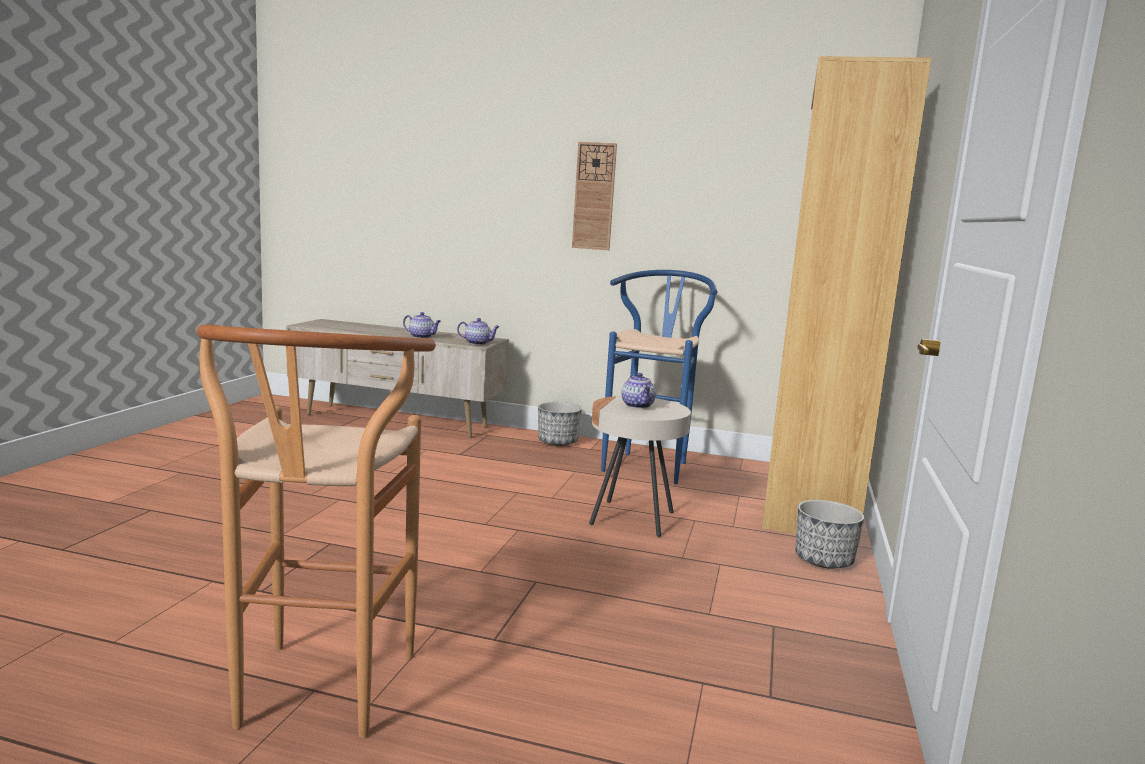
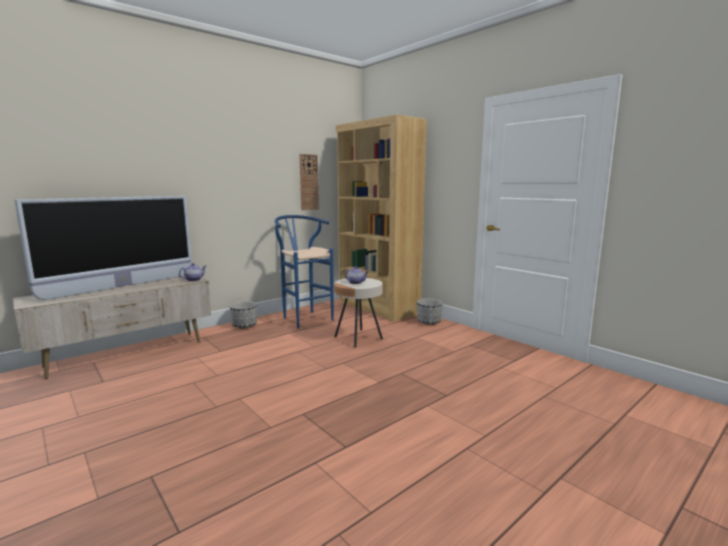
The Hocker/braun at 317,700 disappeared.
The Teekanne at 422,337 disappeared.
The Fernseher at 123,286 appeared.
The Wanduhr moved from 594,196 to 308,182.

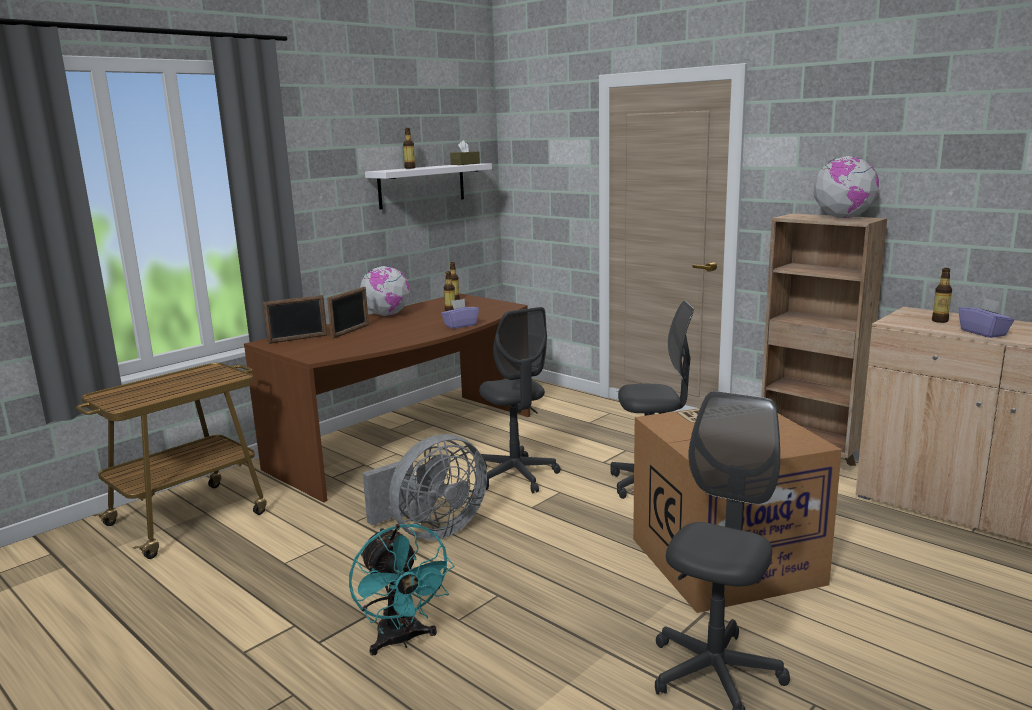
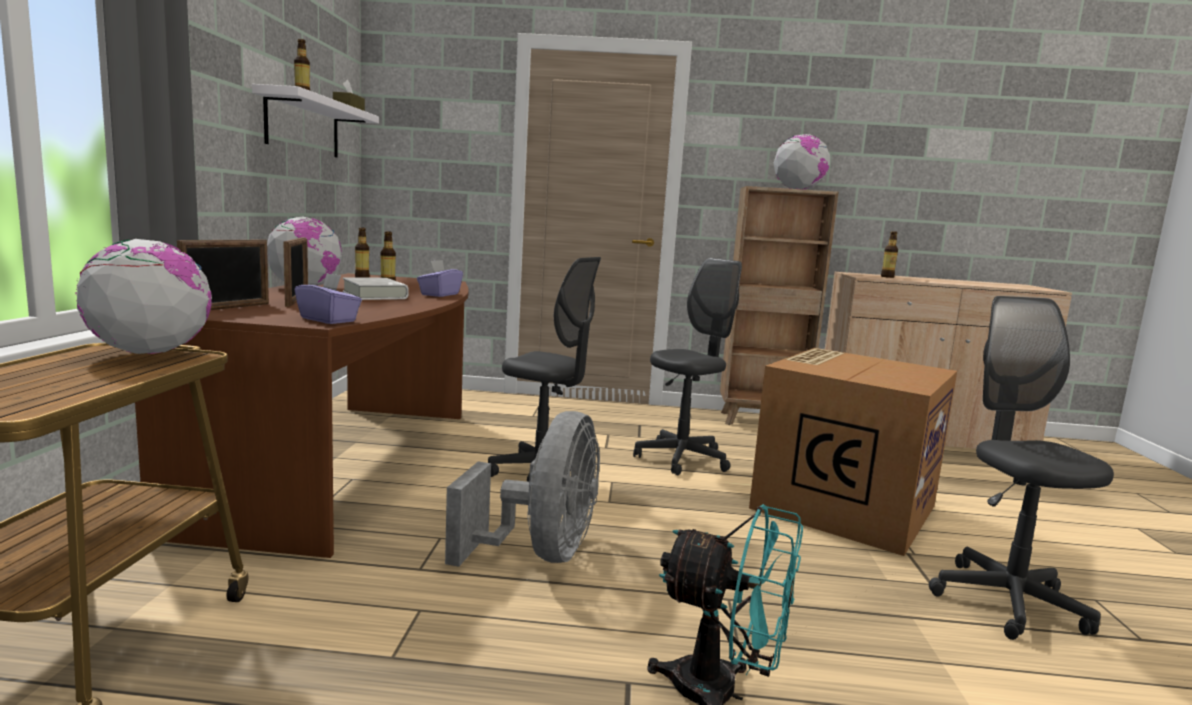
The Globus at 149,352 appeared.
The Buch/weiß at 375,295 appeared.
The Taschentuchbox/lila moved from 983,333 to 329,320.

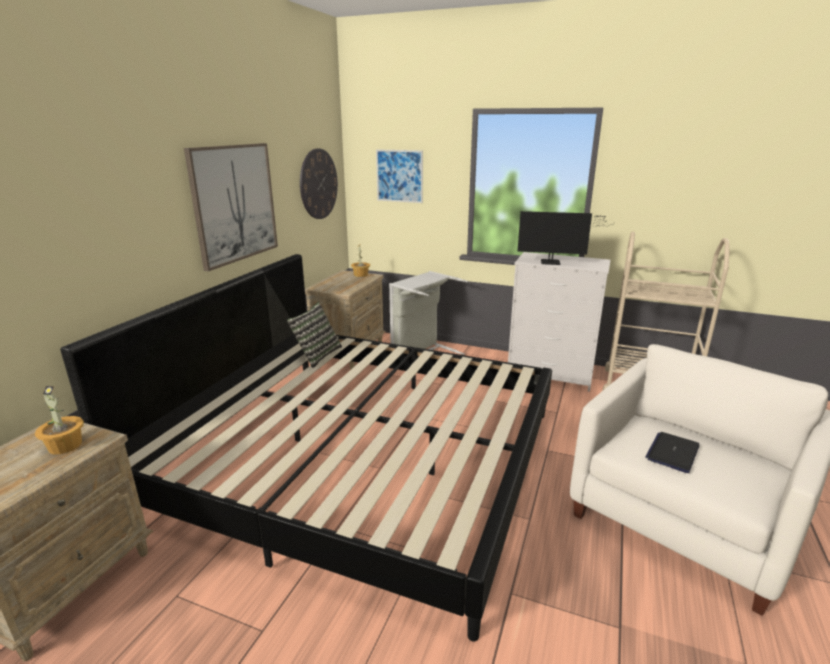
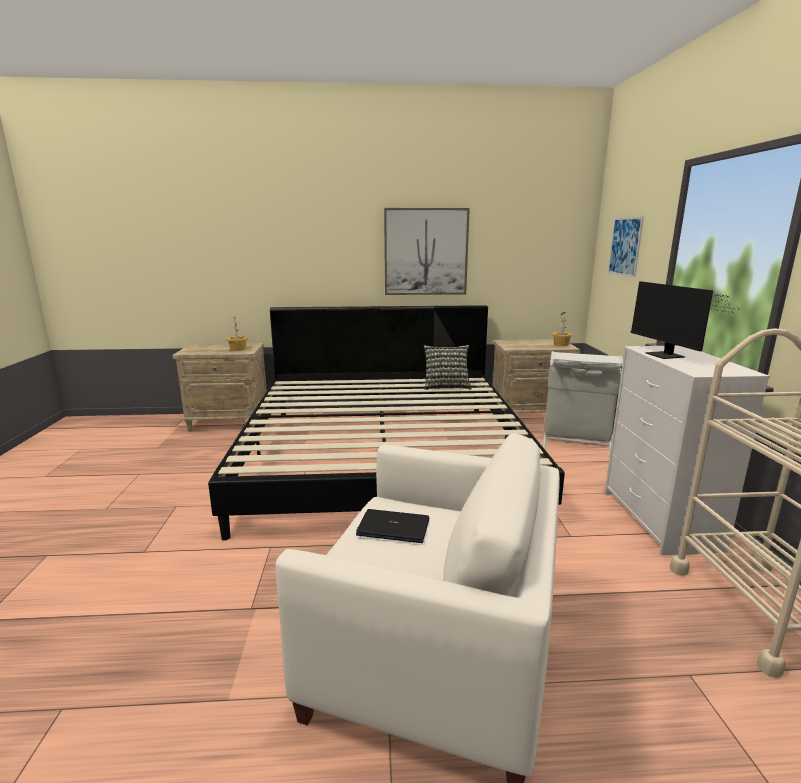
The Wanduhr at 318,184 disappeared.

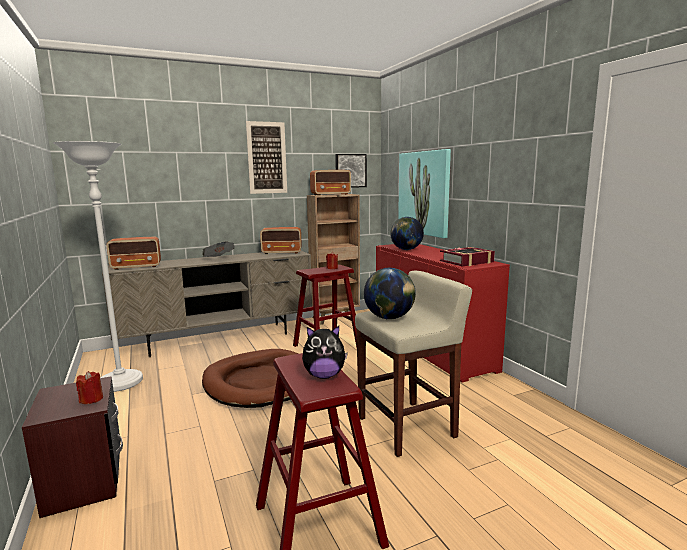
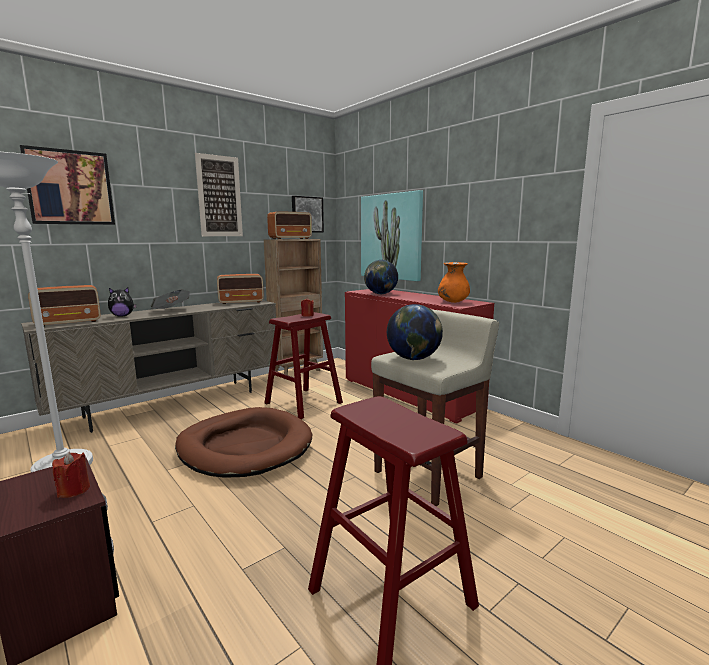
The Bild at 70,187 appeared.
The Plüschtier moved from 324,375 to 122,316.
The Buch at 467,262 was replaced by the Vase/orange at 453,302.

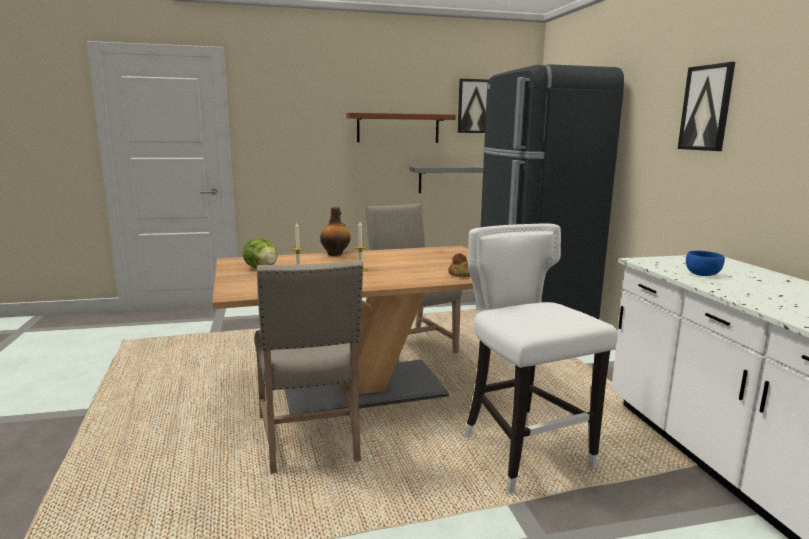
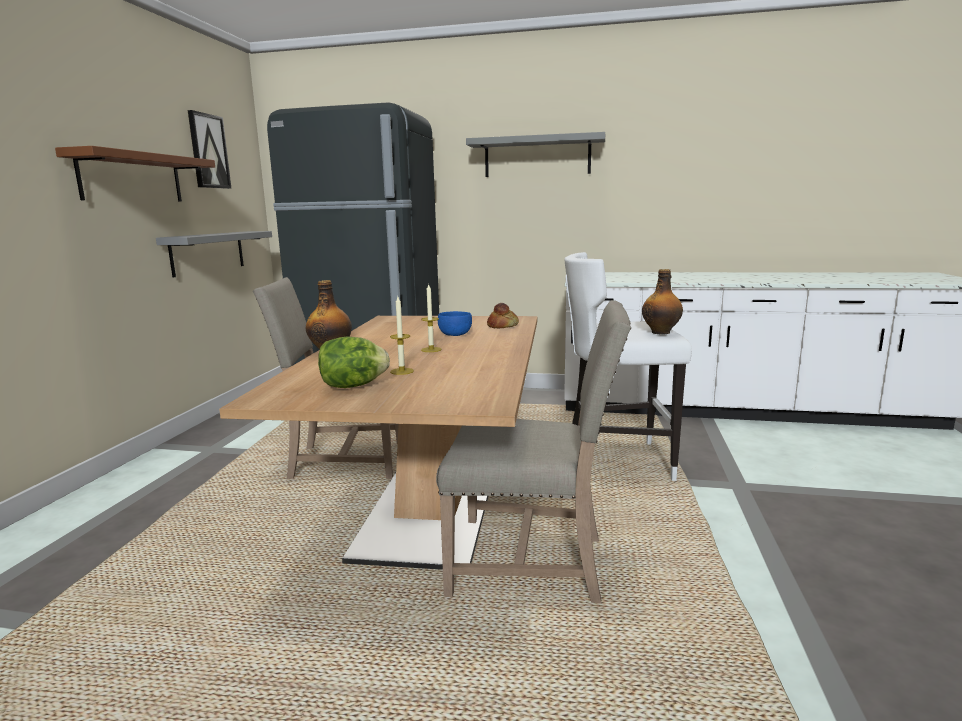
The Flasche at 661,332 appeared.
The Schüssel/blau moved from 702,274 to 454,334.
The Bild at 706,108 was replaced by the Wandregal/grau at 537,157.

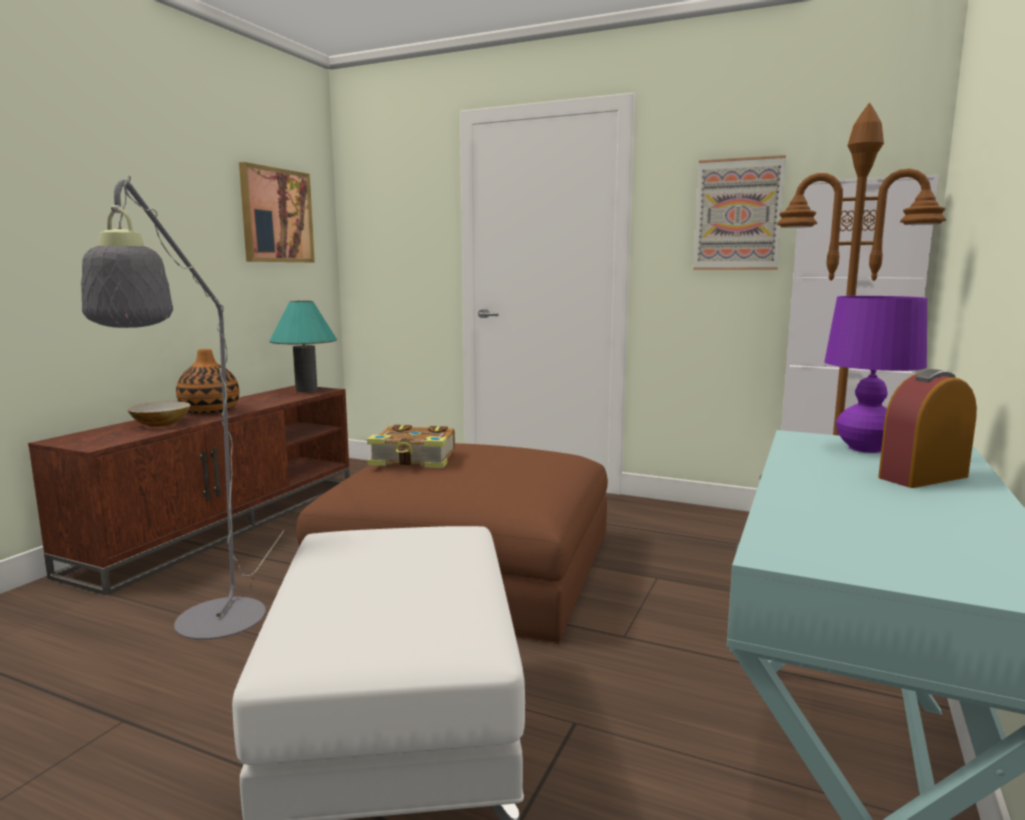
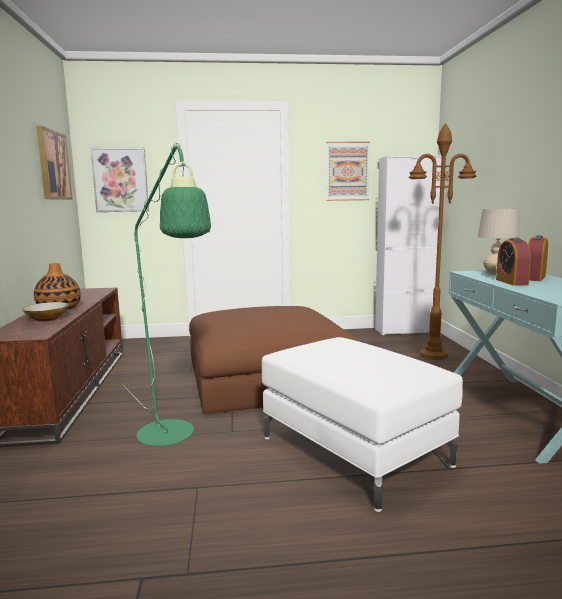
The Tischlampe/türkis at 306,390 disappeared.
The Buch at 414,460 disappeared.
The Bild at 120,180 appeared.
The Wecker at 511,282 appeared.
The Stehlampe/grau at 213,629 became the Stehlampe/grün at 171,438.
The Tischlampe/lila at 864,448 became the Tischlampe/beige at 495,273.

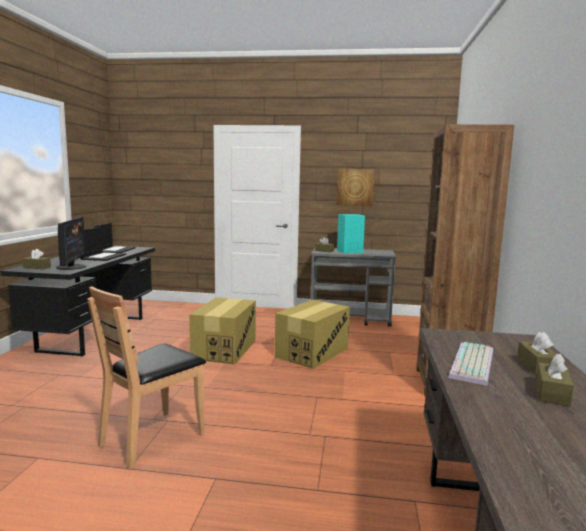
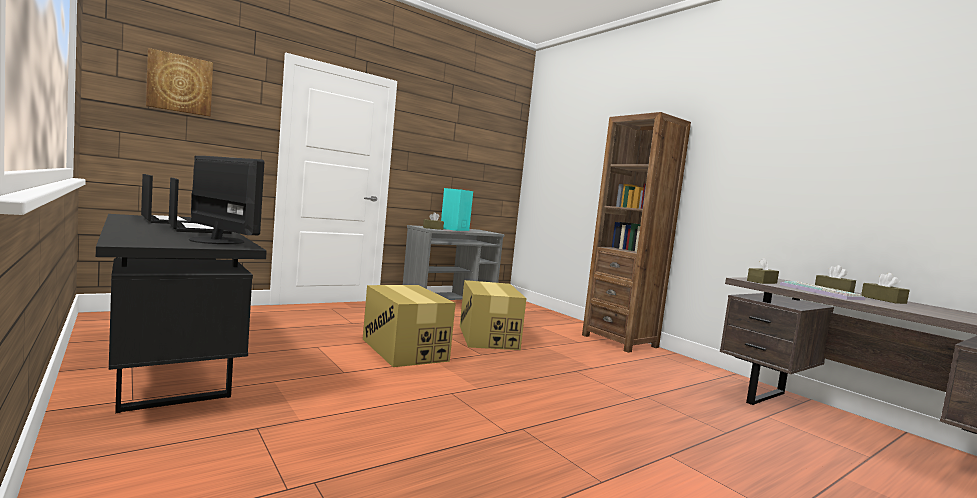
The Stuhl/braun at 152,438 disappeared.
The Taschentuchbox/braun moved from 37,267 to 762,282.
The Bild moved from 355,187 to 180,84.

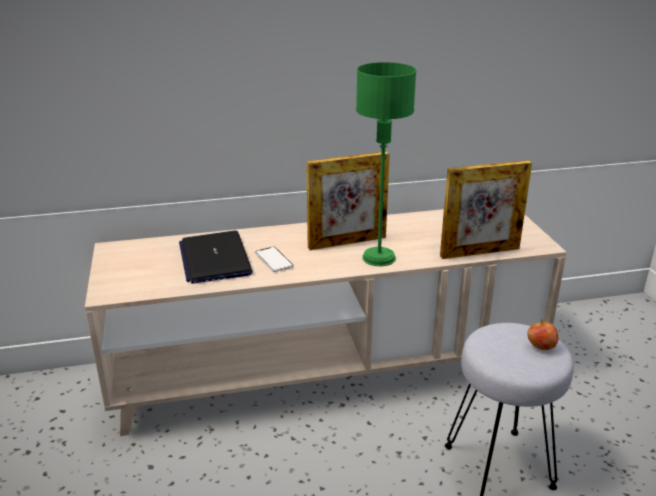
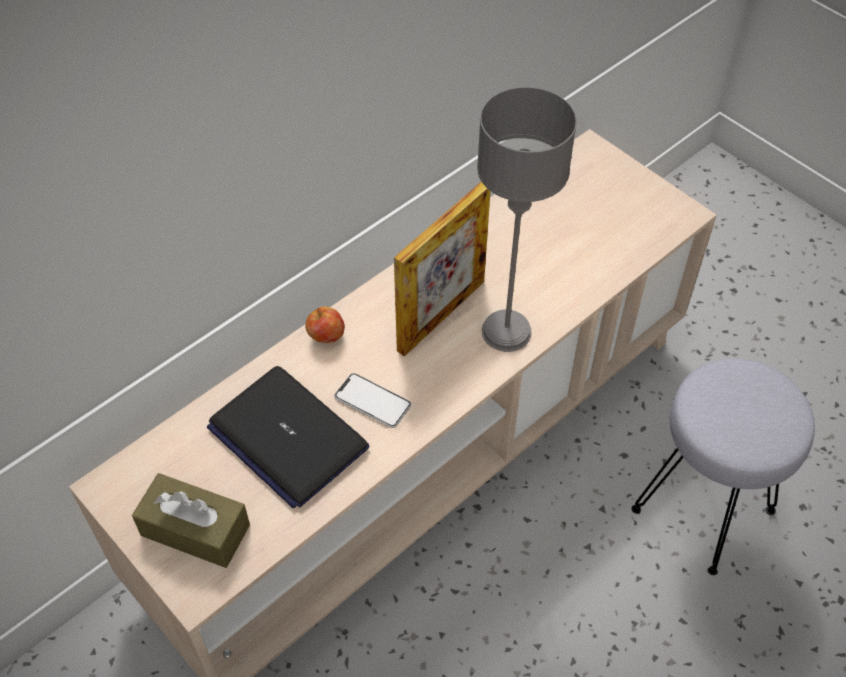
The Bilderrahmen at 480,252 disappeared.
The Taschentuchbox/braun at 195,530 appeared.
The Apfel moved from 540,347 to 326,336.
The Tischlampe/grün at 378,257 became the Tischlampe/grau at 505,331.

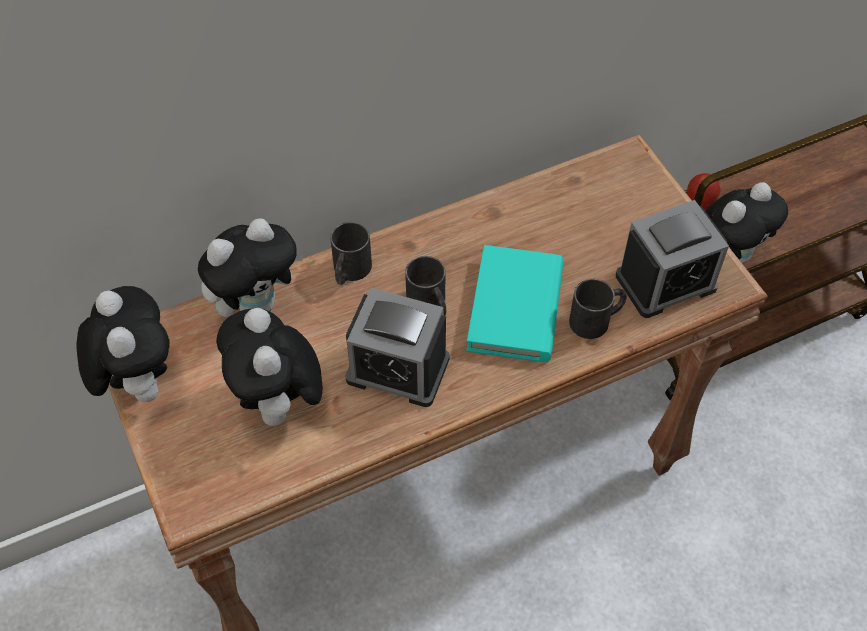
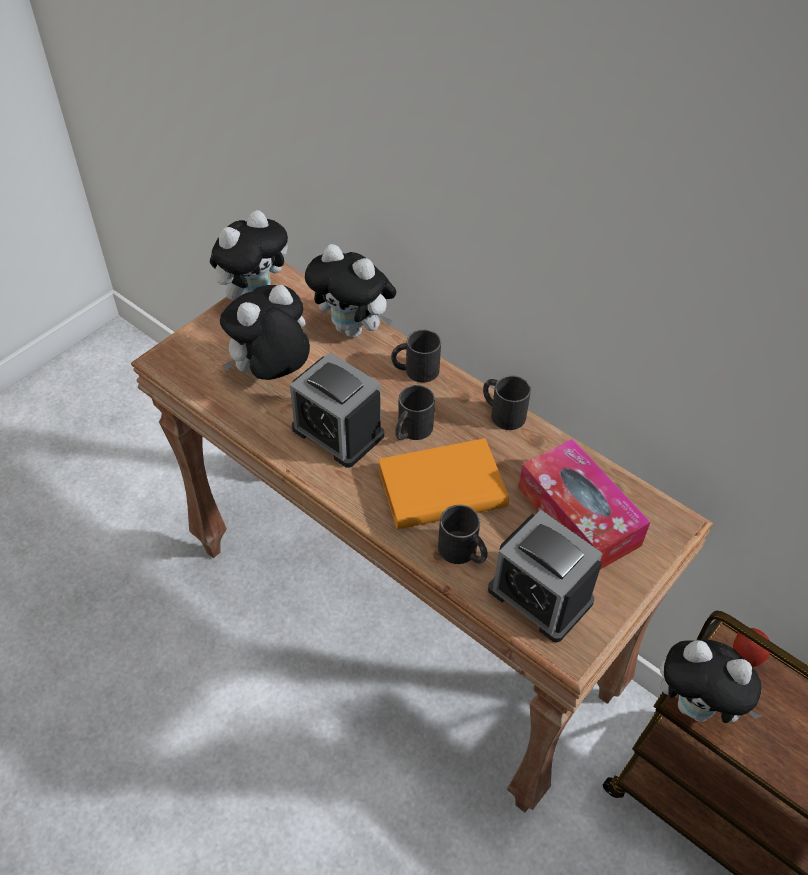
The Henkelbecher/schwarz at 502,413 appeared.
The Taschentuchbox at 578,516 appeared.
The Buch/türkis at 515,308 became the Buch/orange at 442,489.
The Wecker at 397,369 turned 45 degrees counterclockwise.

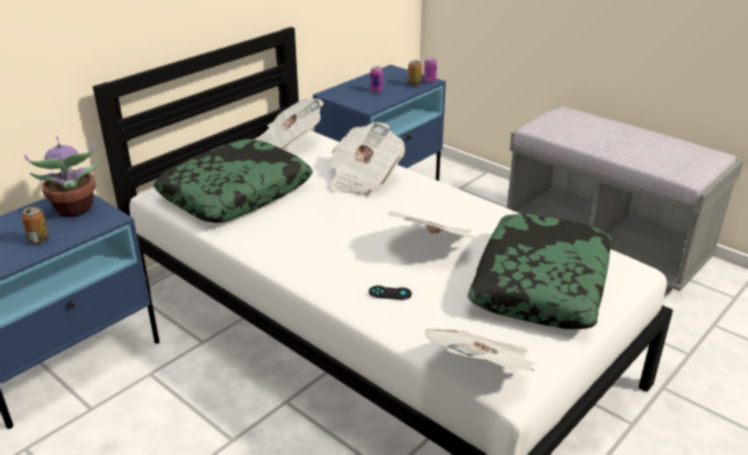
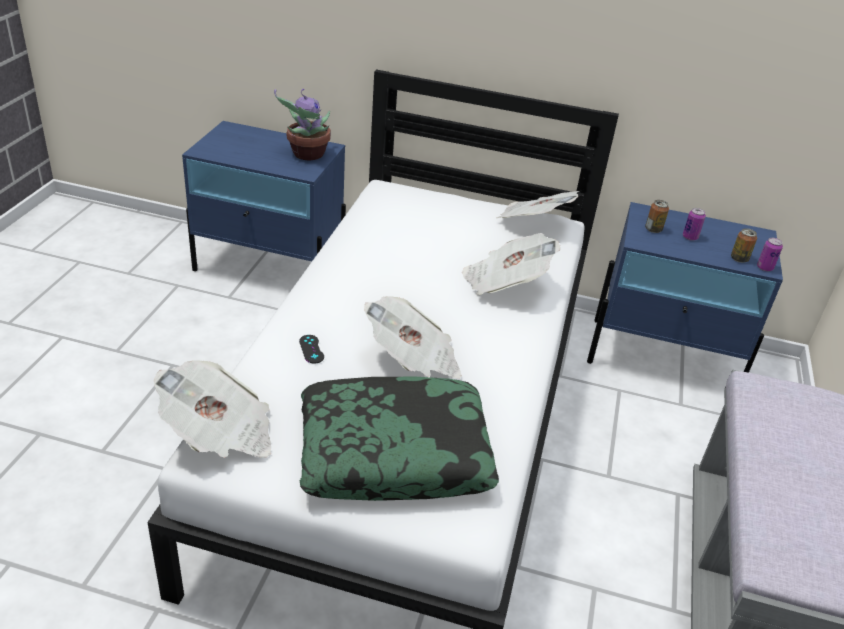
The Kissen at 236,193 disappeared.
The Dose moved from 39,240 to 653,229.

